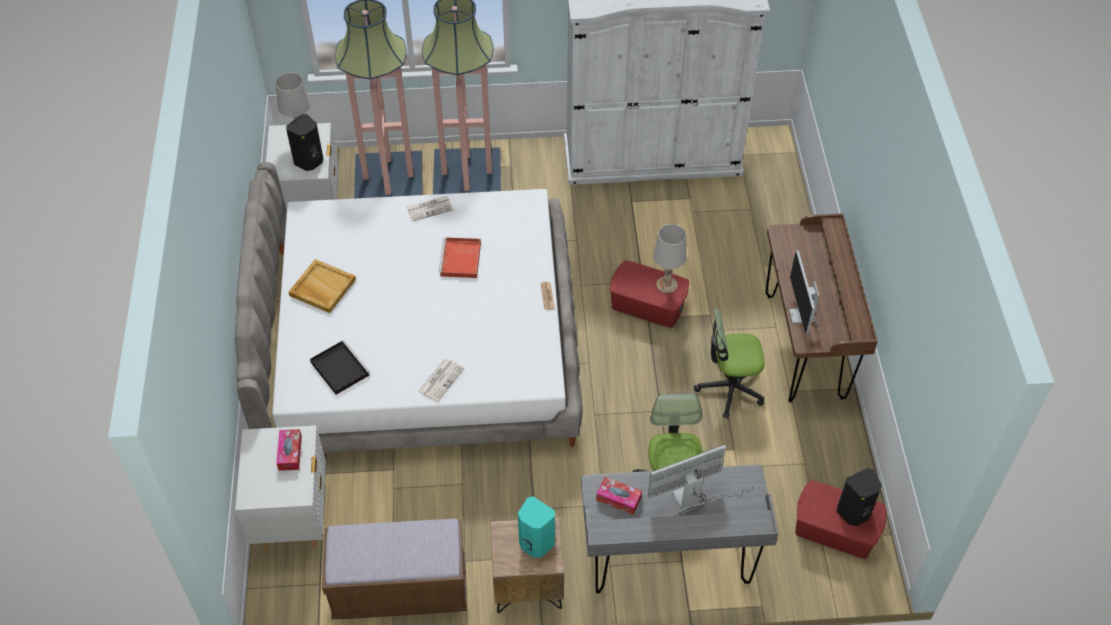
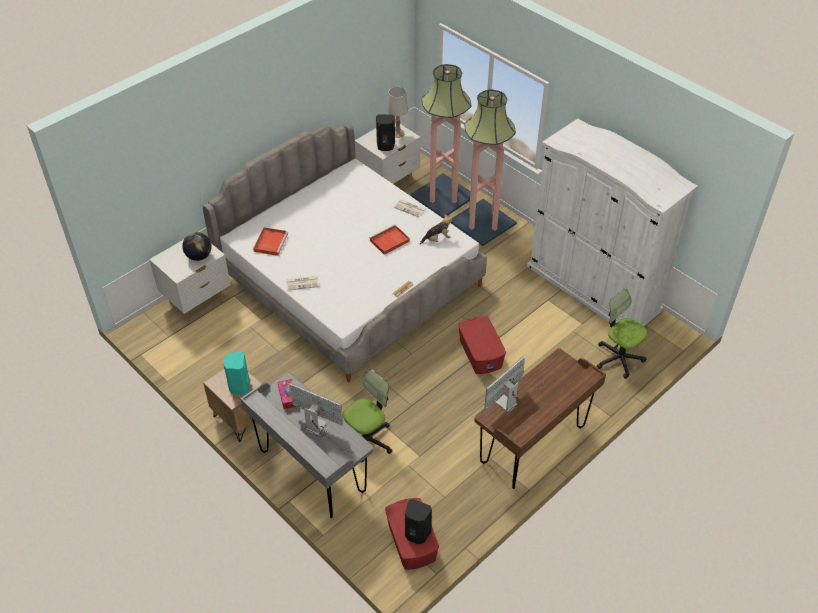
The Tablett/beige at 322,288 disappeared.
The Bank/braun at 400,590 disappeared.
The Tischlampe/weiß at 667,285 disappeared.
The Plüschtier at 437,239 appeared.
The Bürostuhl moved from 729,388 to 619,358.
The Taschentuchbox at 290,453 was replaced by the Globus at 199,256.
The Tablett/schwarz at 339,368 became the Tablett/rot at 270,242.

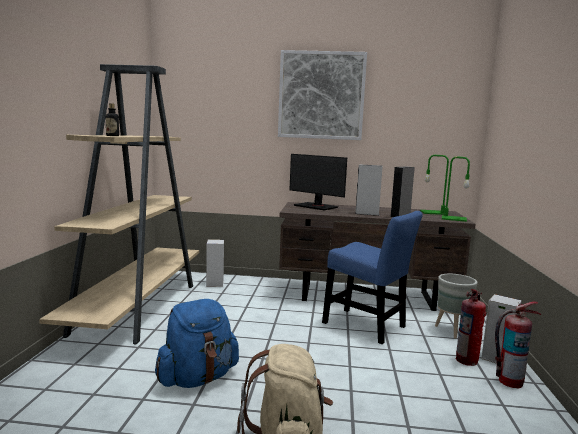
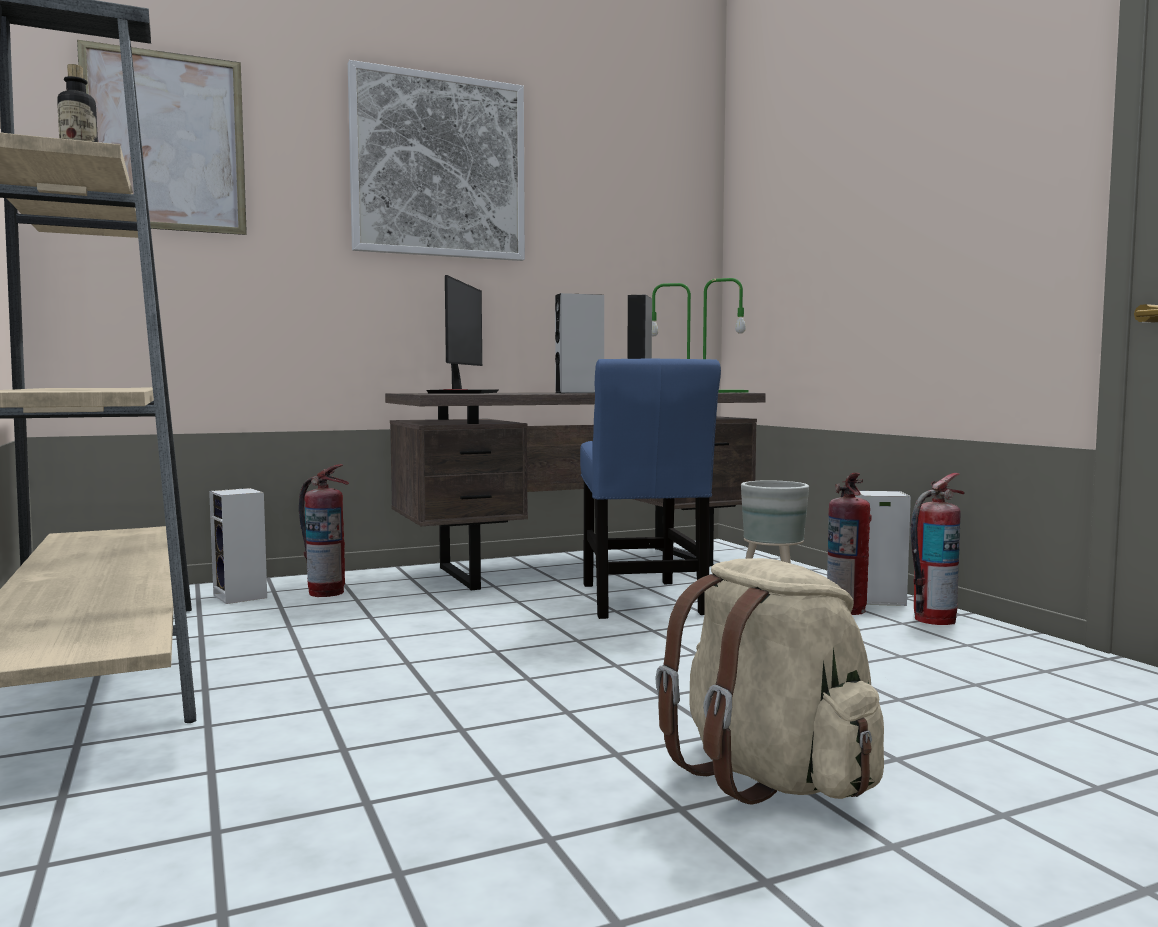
The Rucksack/blau at 198,378 disappeared.
The Bild at 165,141 appeared.
The Feuerlöscher at 326,592 appeared.
The Monitor at 316,206 turned 90 degrees counterclockwise.
The Stuhl/blau at 367,326 turned 75 degrees clockwise.

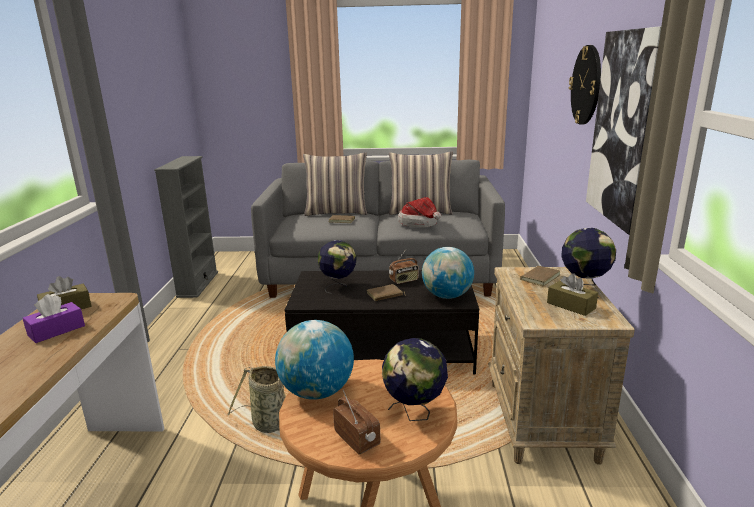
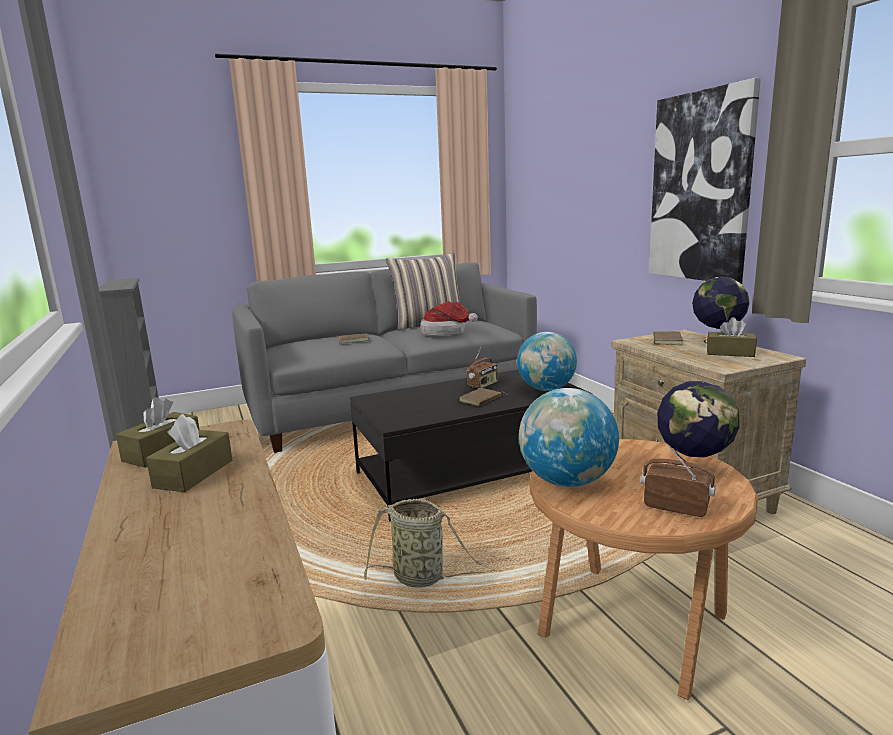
The Kissen at 337,212 disappeared.
The Globus at 338,287 disappeared.
The Wanduhr at 586,85 disappeared.
The Taschentuchbox/lila at 56,330 became the Taschentuchbox/braun at 194,474.

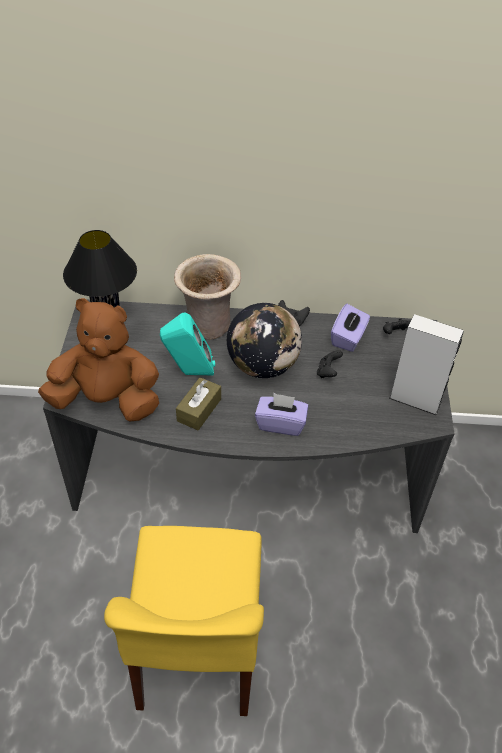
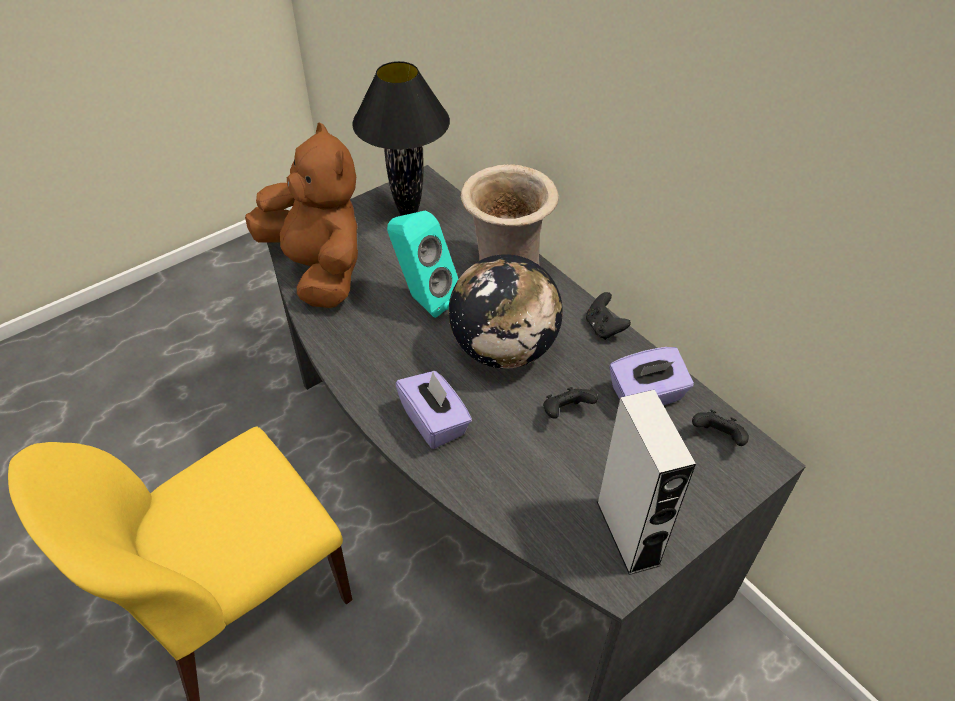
The Taschentuchbox/braun at 199,410 disappeared.

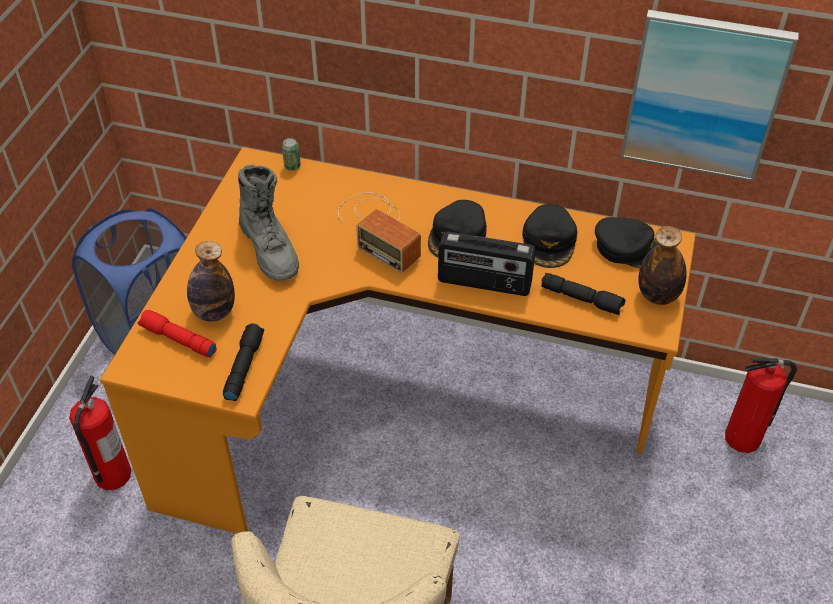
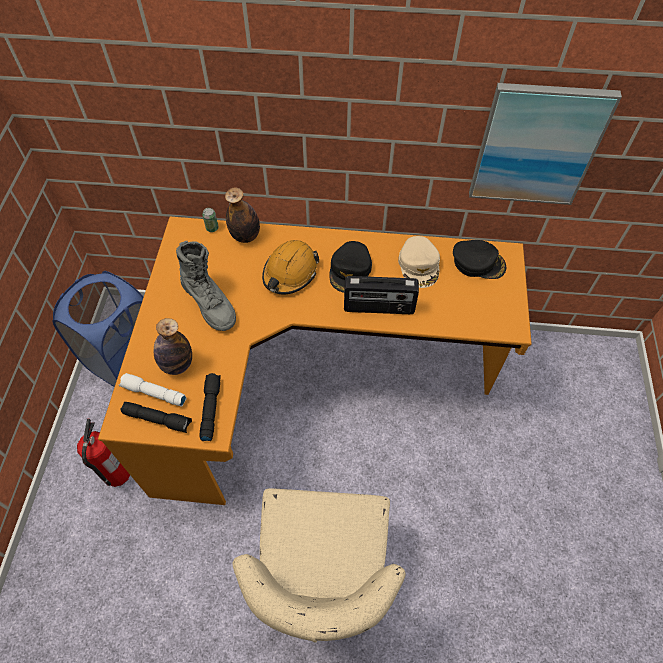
The Feuerlöscher at 743,438 disappeared.
The Taschenlampe/schwarz moved from 582,299 to 158,419.
The Flasche moved from 658,295 to 245,236.
The Radio at 379,229 was replaced by the Schutzhelm/orange at 290,273.
The Taschenlampe/rot at 177,340 became the Taschenlampe/weiß at 153,393.
The Kappe/schwarz at 549,241 became the Kappe/beige at 419,265.

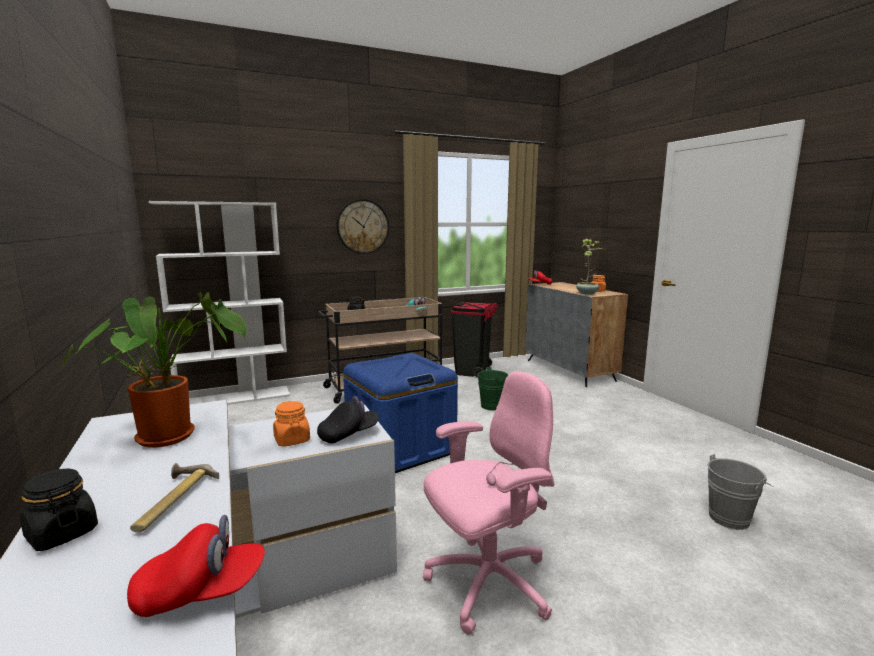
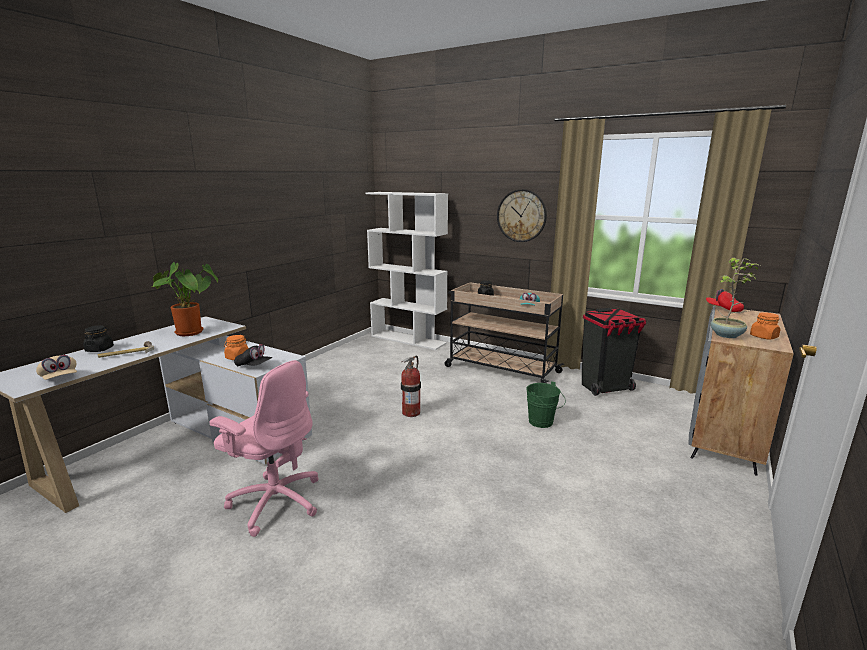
The Eimer/grau at 732,517 disappeared.
The Aufbewahrungsbox/blau at 400,448 was replaced by the Feuerlöscher at 411,412.
The Kappe/rot at 201,592 became the Kappe/beige at 60,379.

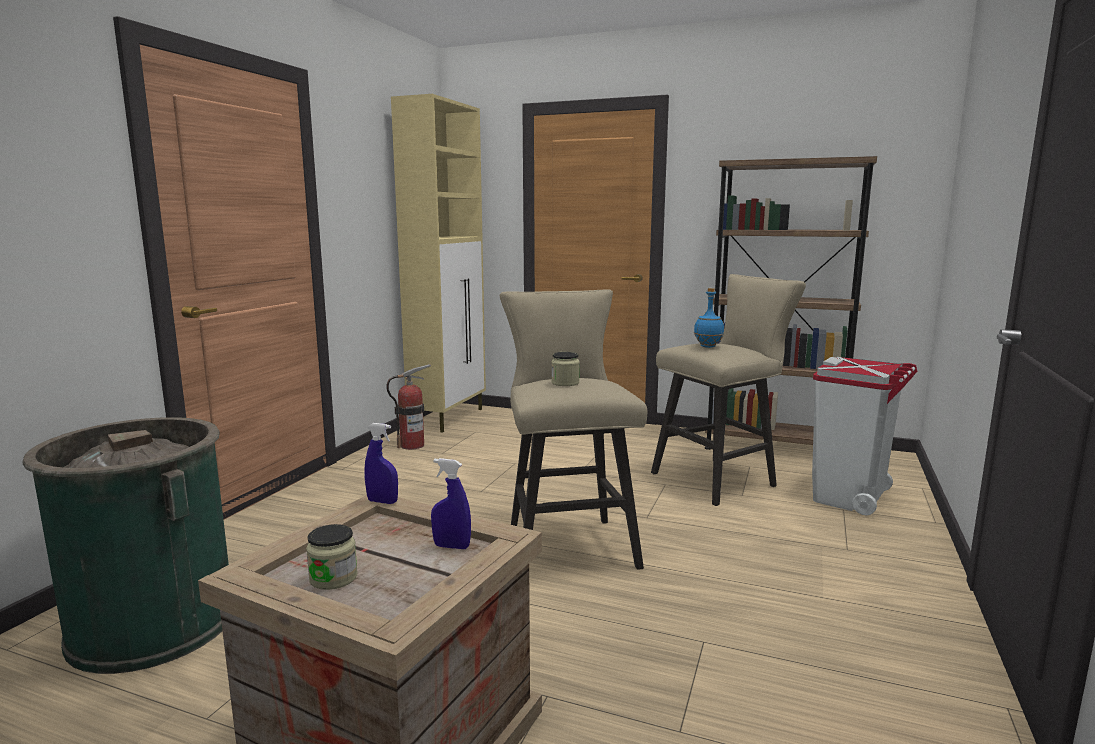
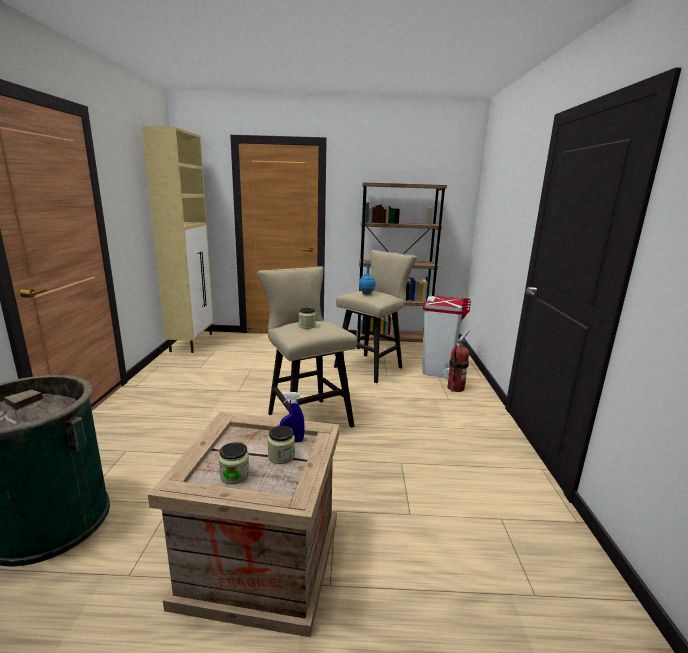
The Sprühflasche/blau at 382,501 disappeared.
The Vorratsglas at 281,456 appeared.
The Feuerlöscher moved from 412,445 to 455,388.

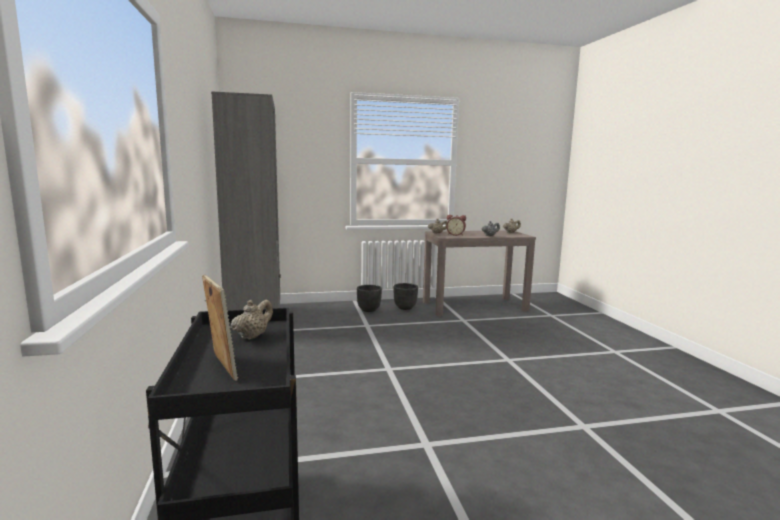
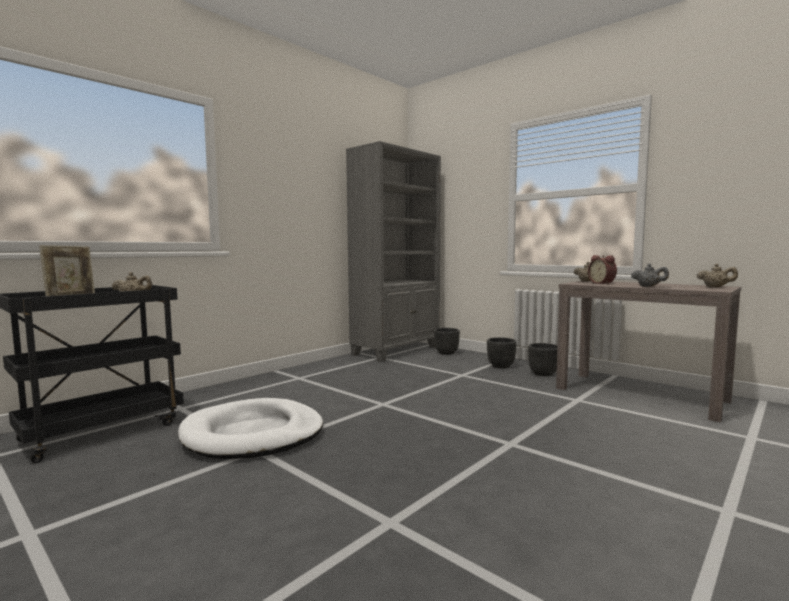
The Hundebett/weiß at 253,434 appeared.
The Pflanzkübel/schwarz at 446,353 appeared.

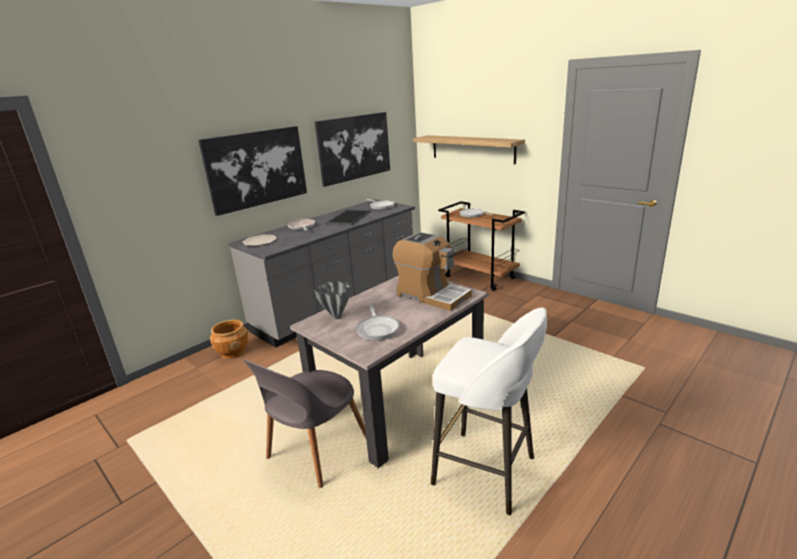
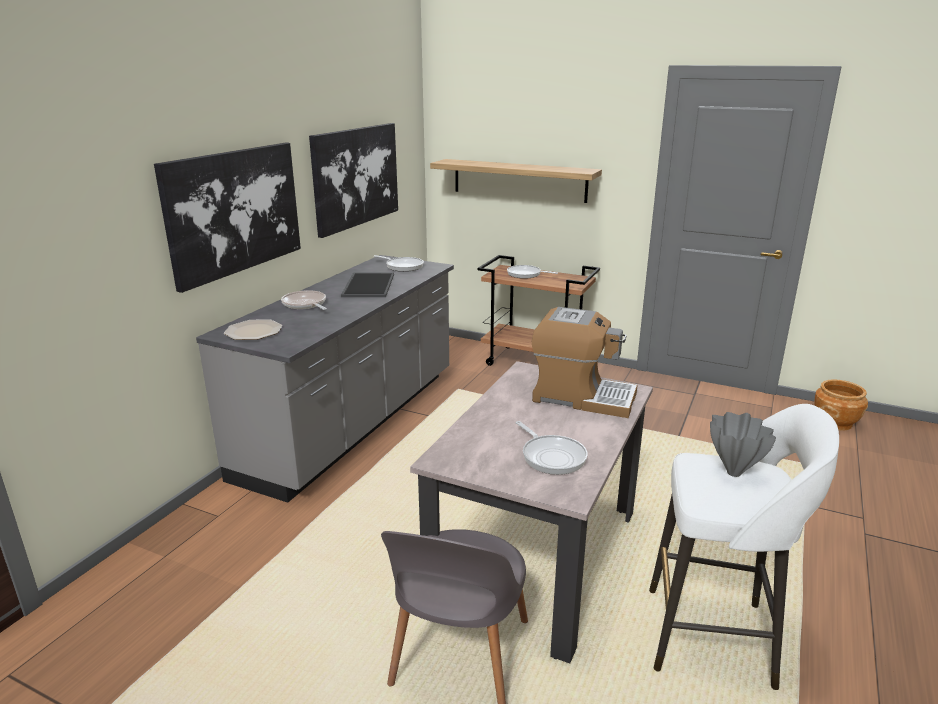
The Pflanzkübel/braun moved from 233,352 to 835,423.
The Vase/grau moved from 337,317 to 732,472.

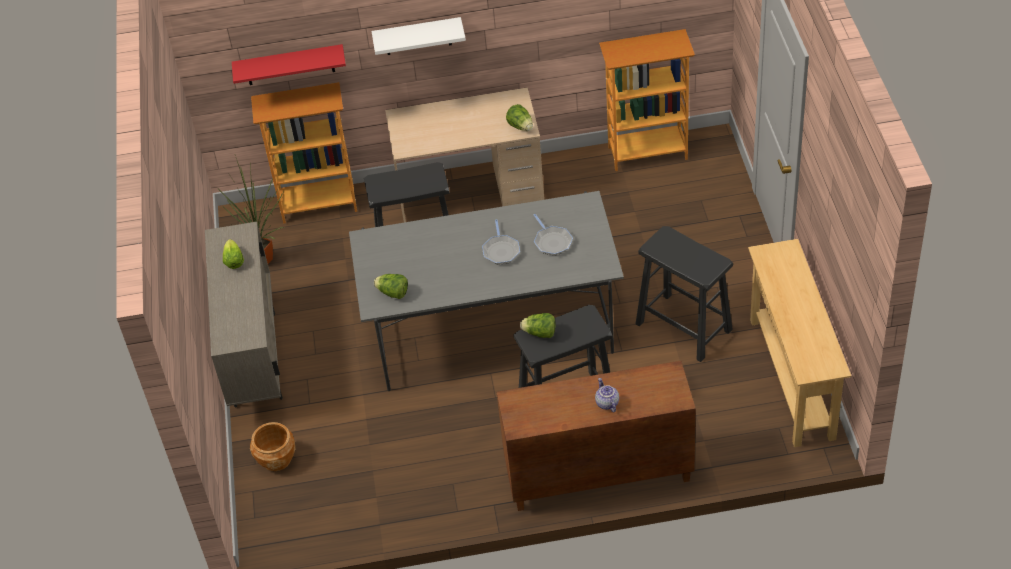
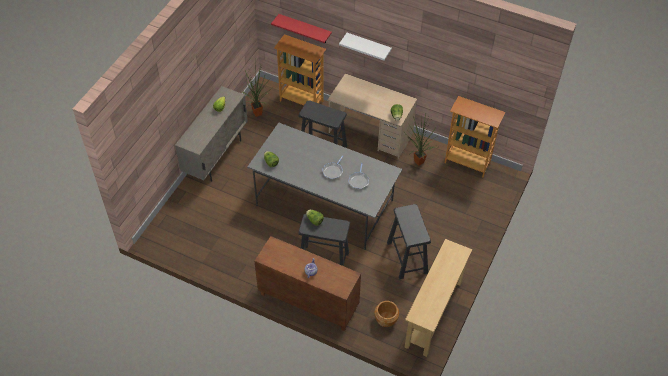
The Topfpflanze at 417,163 appeared.
The Pflanzkübel/braun moved from 276,459 to 386,319.

